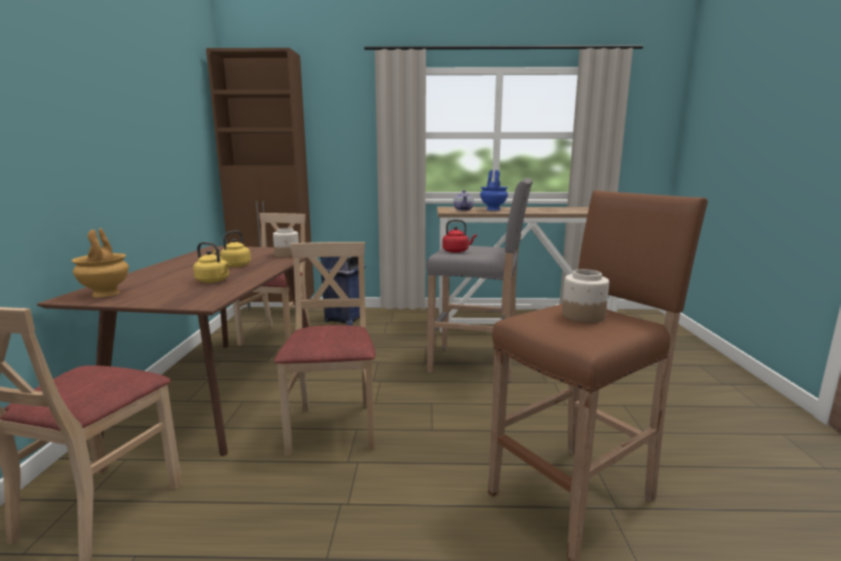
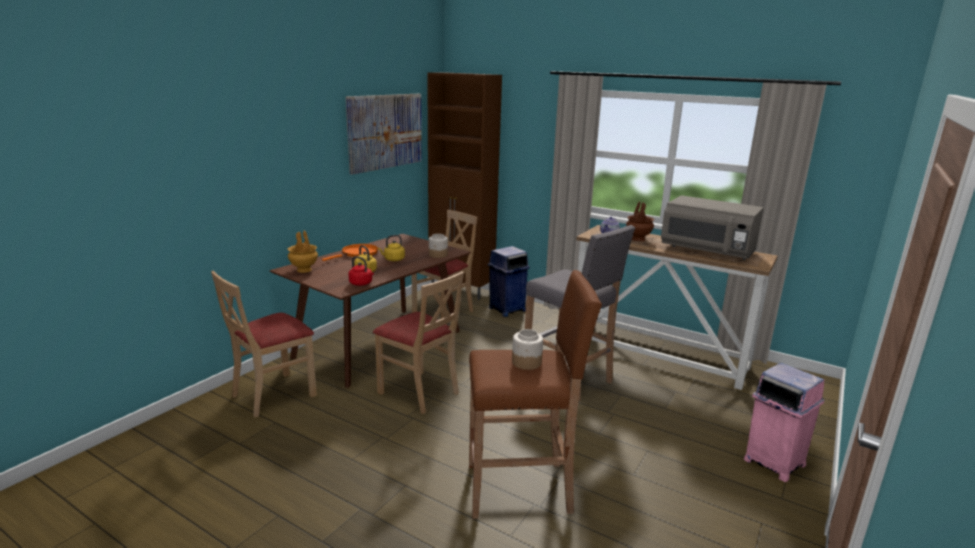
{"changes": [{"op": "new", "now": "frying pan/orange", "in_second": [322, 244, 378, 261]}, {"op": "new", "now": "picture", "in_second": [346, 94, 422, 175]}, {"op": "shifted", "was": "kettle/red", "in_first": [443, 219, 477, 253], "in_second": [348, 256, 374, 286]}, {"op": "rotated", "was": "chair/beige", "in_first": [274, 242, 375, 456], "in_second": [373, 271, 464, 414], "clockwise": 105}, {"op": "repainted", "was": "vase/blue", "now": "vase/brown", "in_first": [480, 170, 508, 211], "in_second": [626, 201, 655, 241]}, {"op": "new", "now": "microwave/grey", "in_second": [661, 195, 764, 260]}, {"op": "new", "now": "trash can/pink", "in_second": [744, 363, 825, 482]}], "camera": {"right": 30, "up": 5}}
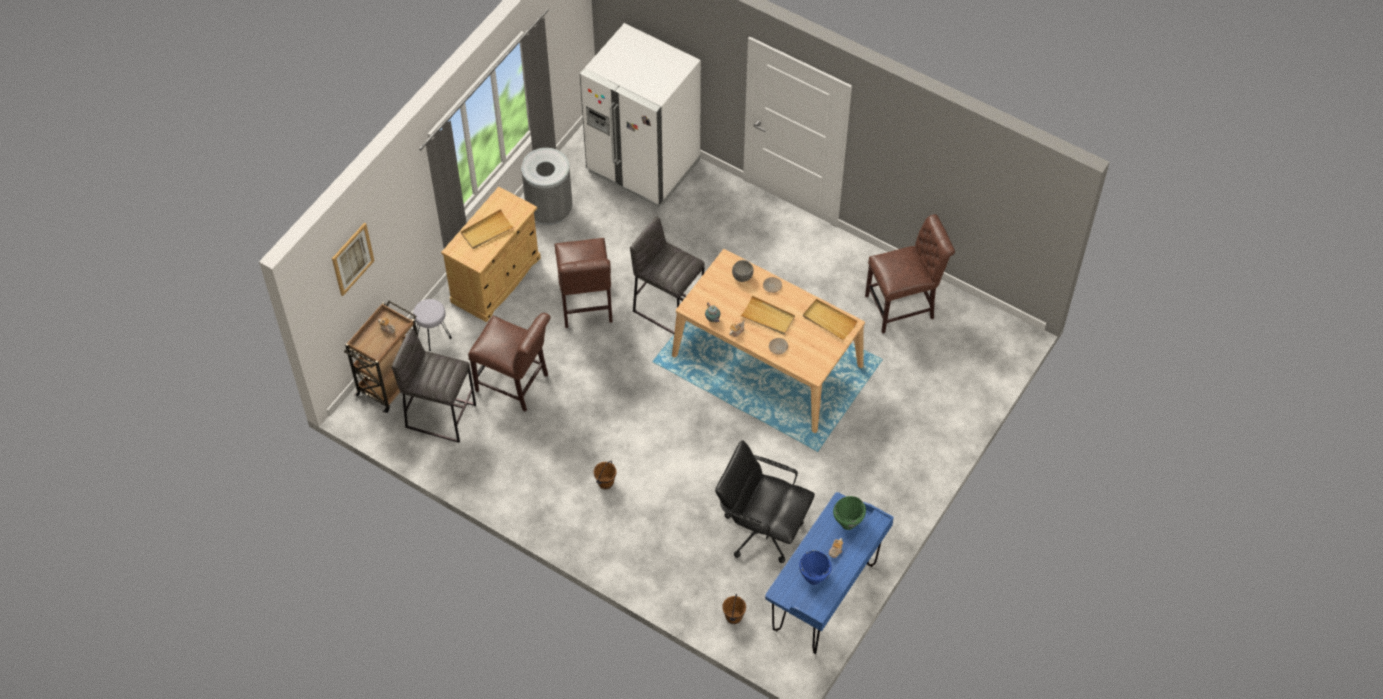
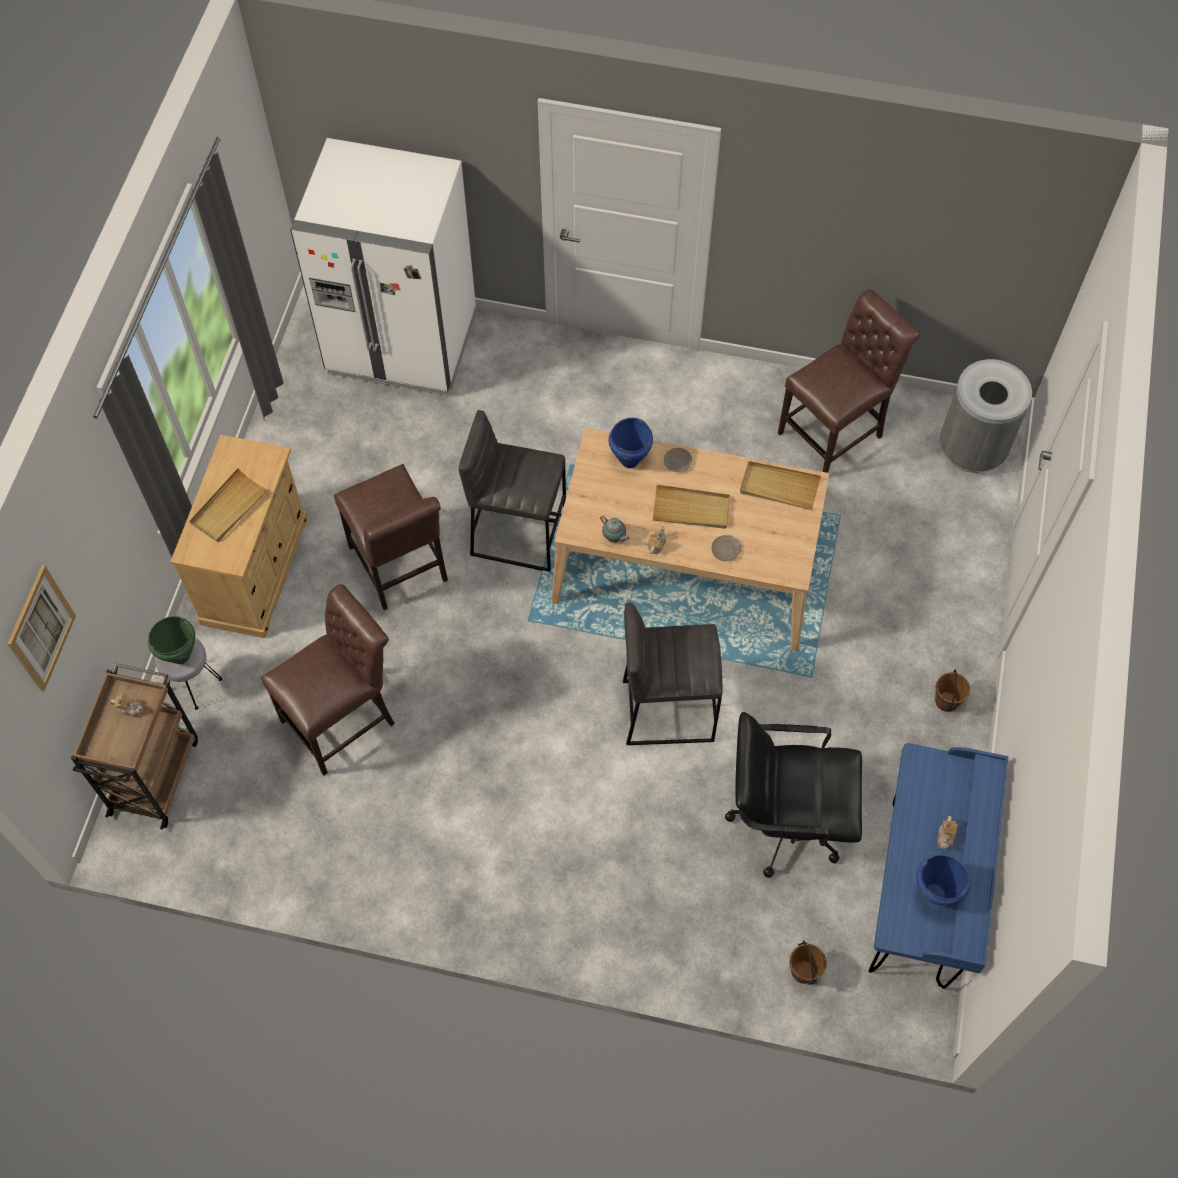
{"changes": [{"op": "shifted", "was": "cooking pot/green", "in_first": [833, 496, 866, 530], "in_second": [148, 616, 195, 664]}, {"op": "rotated", "was": "chair/brown", "in_first": [468, 313, 550, 412], "in_second": [261, 584, 395, 776], "clockwise": -45}, {"op": "swapped", "was": "bowl/grey", "now": "cooking pot/blue", "in_first": [732, 260, 754, 282], "in_second": [609, 418, 653, 468]}, {"op": "shifted", "was": "stool/grey", "in_first": [392, 328, 476, 443], "in_second": [623, 603, 722, 745]}, {"op": "shifted", "was": "bucket/brown", "in_first": [594, 461, 617, 489], "in_second": [935, 669, 970, 712]}, {"op": "shifted", "was": "trash can/grey", "in_first": [521, 148, 572, 225], "in_second": [940, 359, 1032, 473]}], "camera": {"right": -20, "up": 5}}
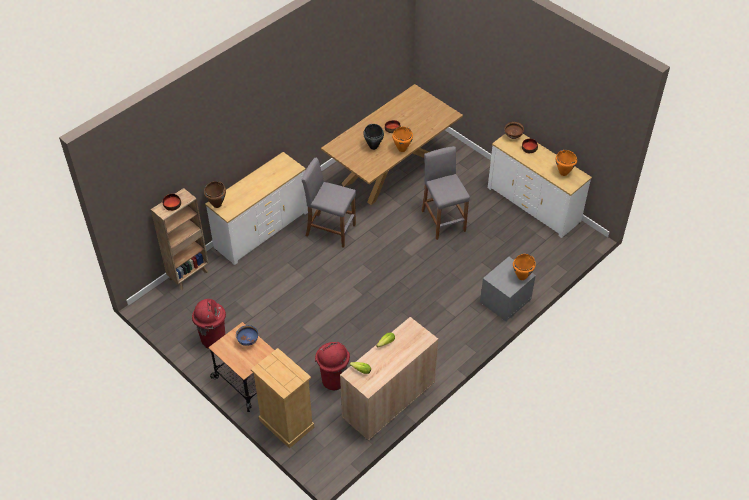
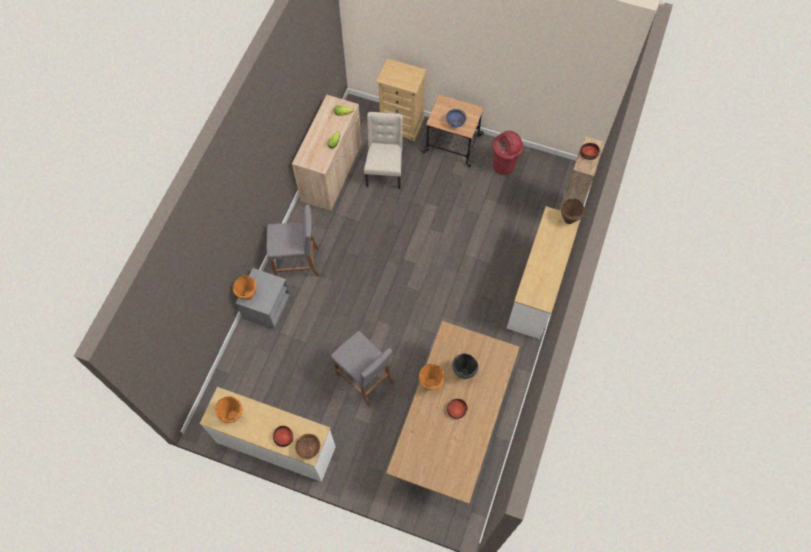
{"changes": [{"op": "shifted", "was": "stool/grey", "in_first": [302, 158, 356, 248], "in_second": [267, 204, 320, 277]}, {"op": "swapped", "was": "trash can/red", "now": "chair/beige", "in_first": [315, 342, 350, 390], "in_second": [364, 112, 403, 189]}], "camera": {"right": 155, "up": 15}}
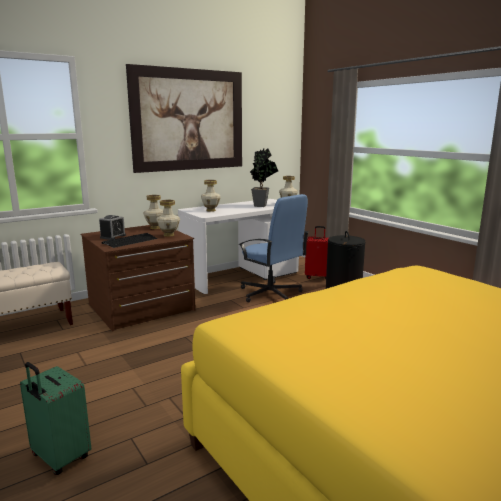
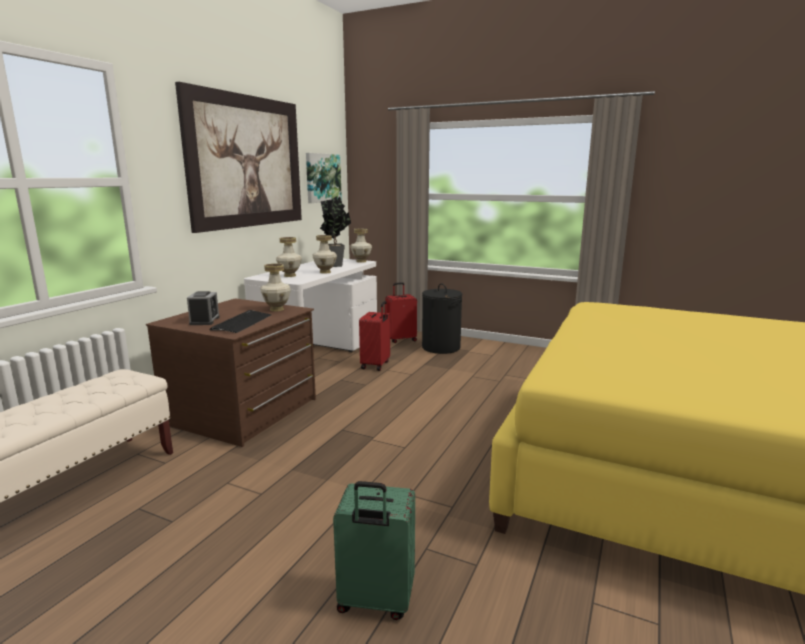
{"changes": [{"op": "new", "now": "picture", "in_second": [306, 153, 342, 203]}, {"op": "shifted", "was": "vase", "in_first": [144, 195, 163, 229], "in_second": [313, 235, 337, 273]}, {"op": "swapped", "was": "office chair/blue", "now": "suitcase/red", "in_first": [239, 194, 308, 302], "in_second": [359, 301, 390, 371]}], "camera": {"right": -30, "up": 0}}
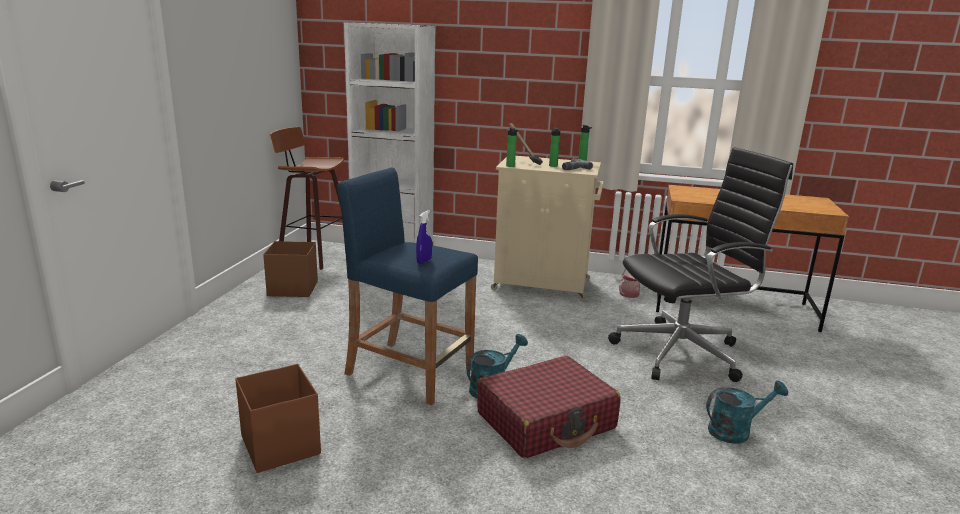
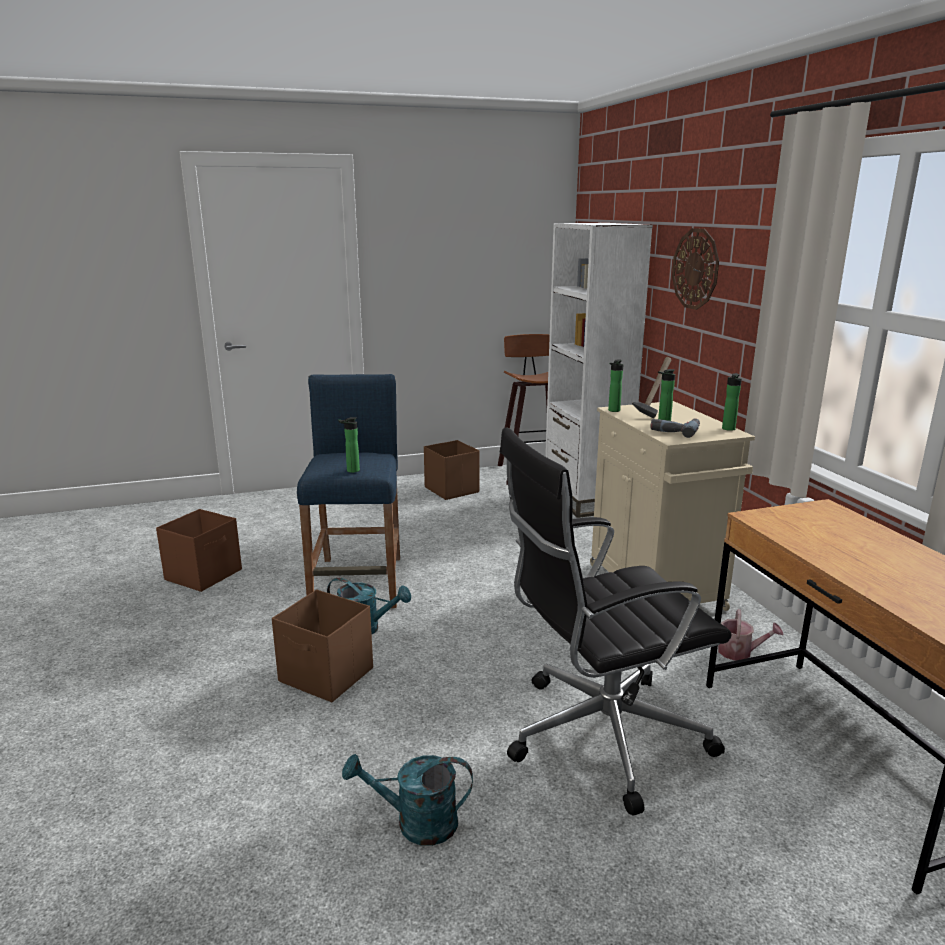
{"changes": [{"op": "swapped", "was": "suitcase/red", "now": "storage box/brown", "in_first": [477, 356, 621, 458], "in_second": [272, 590, 373, 702]}, {"op": "new", "now": "bottle", "in_second": [338, 417, 360, 473]}, {"op": "rotated", "was": "watering can/turquoise", "in_first": [706, 380, 788, 444], "in_second": [342, 754, 473, 846], "clockwise": 135}, {"op": "rotated", "was": "office chair/black", "in_first": [608, 147, 793, 382], "in_second": [500, 427, 731, 816], "clockwise": 120}, {"op": "new", "now": "wall clock", "in_second": [672, 228, 719, 310]}, {"op": "gone", "was": "spray bottle/blue", "in_first": [416, 210, 432, 264]}], "camera": {"right": 60, "up": 0}}
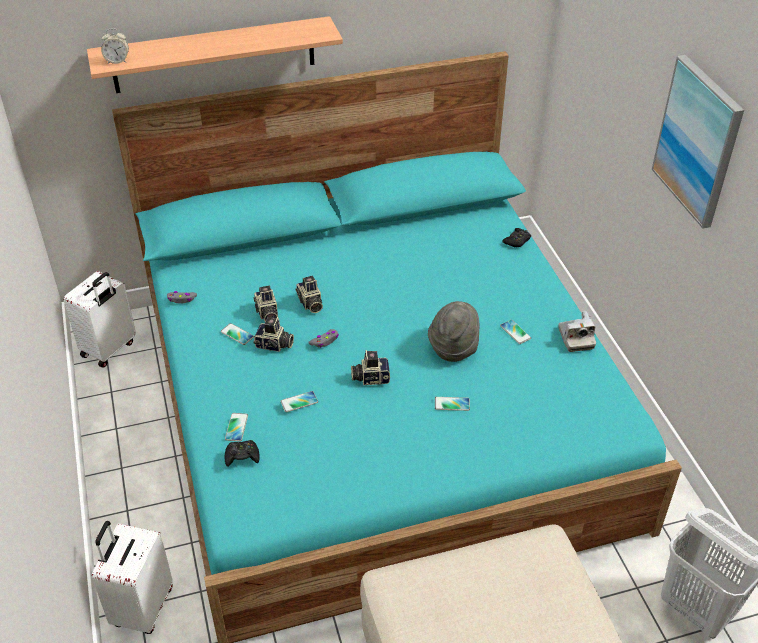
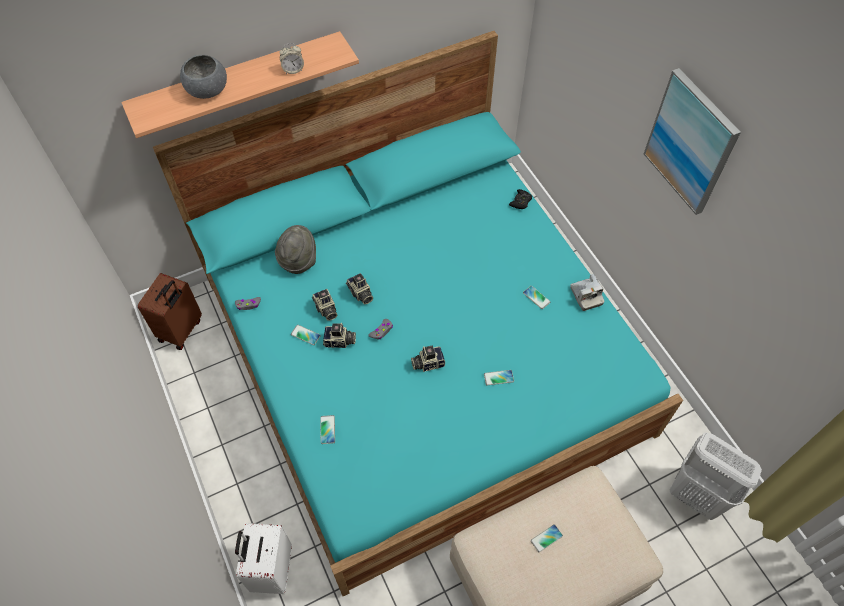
{"changes": [{"op": "repainted", "was": "suitcase/white", "now": "suitcase/brown", "in_first": [64, 271, 136, 368], "in_second": [138, 273, 202, 350]}, {"op": "new", "now": "bowl/grey", "in_second": [180, 55, 227, 99]}, {"op": "shifted", "was": "hat/grey", "in_first": [428, 301, 479, 362], "in_second": [275, 225, 316, 274]}, {"op": "shifted", "was": "alarm clock", "in_first": [101, 28, 129, 64], "in_second": [279, 43, 304, 74]}, {"op": "shifted", "was": "phone", "in_first": [280, 391, 318, 412], "in_second": [530, 524, 563, 552]}, {"op": "gone", "was": "game controller/black", "in_first": [225, 440, 260, 467]}], "camera": {"right": -10, "up": 15}}
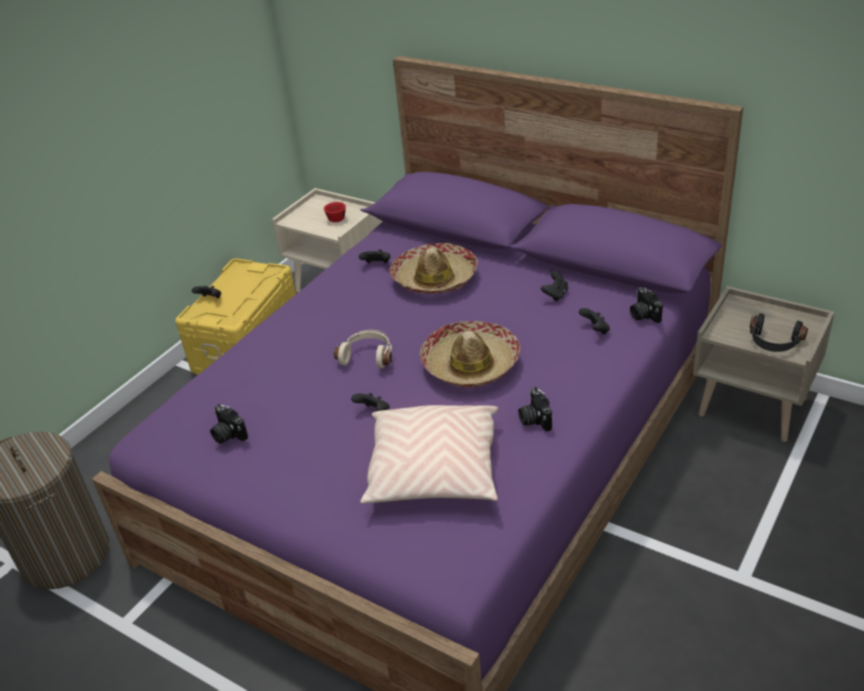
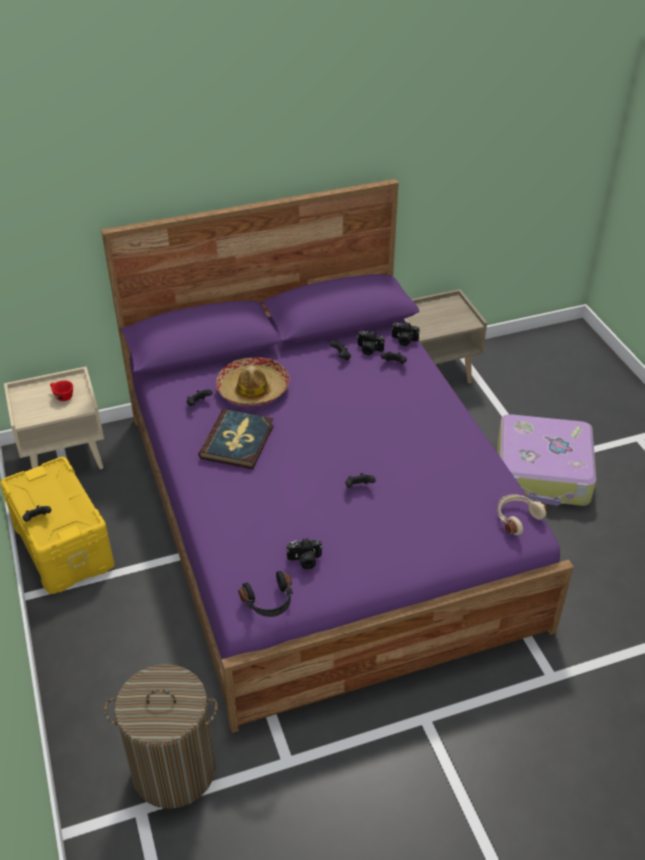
{"changes": [{"op": "new", "now": "book", "in_second": [199, 409, 274, 469]}, {"op": "shifted", "was": "headphones/black", "in_first": [750, 313, 808, 352], "in_second": [238, 571, 293, 617]}, {"op": "shifted", "was": "photo camera", "in_first": [519, 387, 552, 431], "in_second": [357, 331, 385, 355]}, {"op": "new", "now": "suitcase", "in_second": [497, 415, 596, 506]}, {"op": "shifted", "was": "headphones/beige", "in_first": [334, 330, 392, 368], "in_second": [497, 494, 547, 535]}, {"op": "gone", "was": "pillow/beige", "in_first": [360, 405, 498, 503]}, {"op": "gone", "was": "hat", "in_first": [420, 321, 520, 387]}], "camera": {"right": -55, "up": 5}}
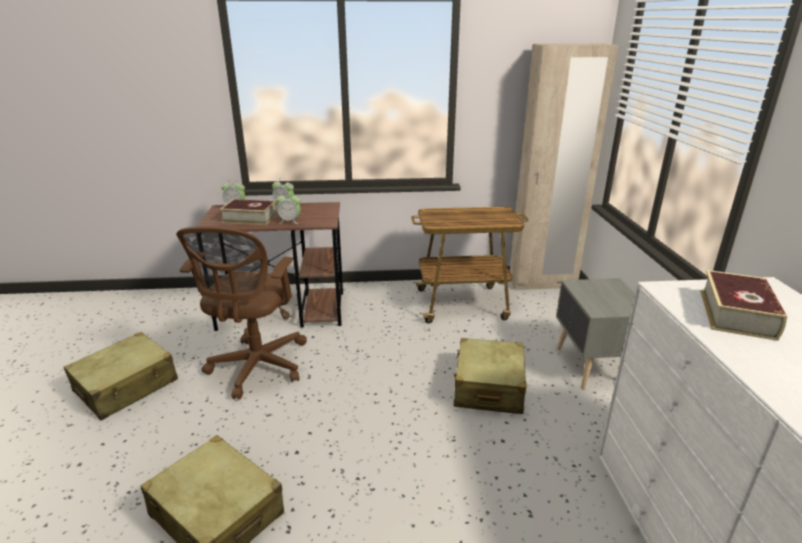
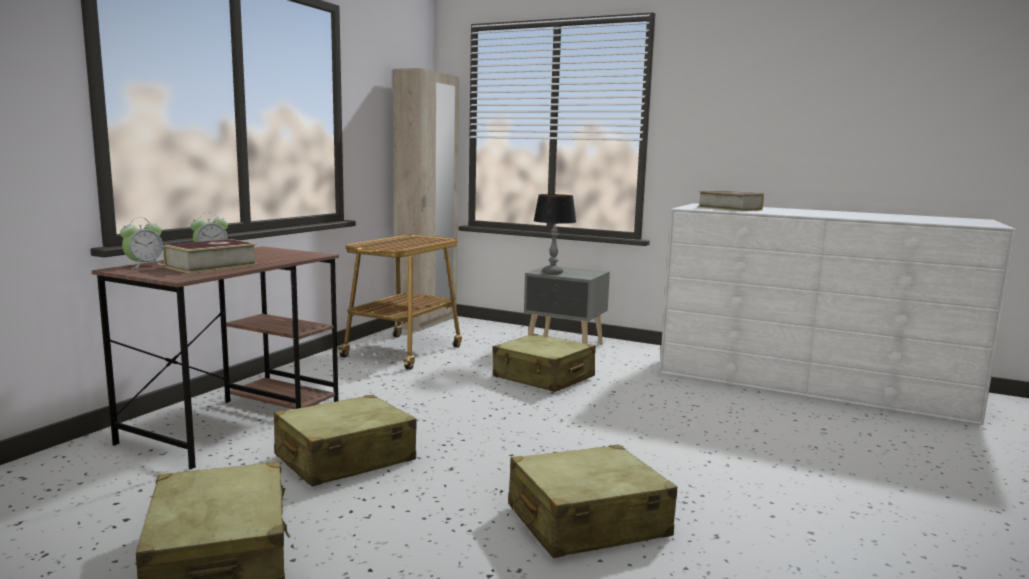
{"changes": [{"op": "swapped", "was": "office chair/brown", "now": "suitcase/beige", "in_first": [176, 227, 307, 399], "in_second": [274, 395, 416, 487]}, {"op": "new", "now": "table lamp", "in_second": [533, 194, 576, 274]}, {"op": "gone", "was": "alarm clock", "in_first": [276, 193, 301, 224]}], "camera": {"right": -60, "up": -15}}
